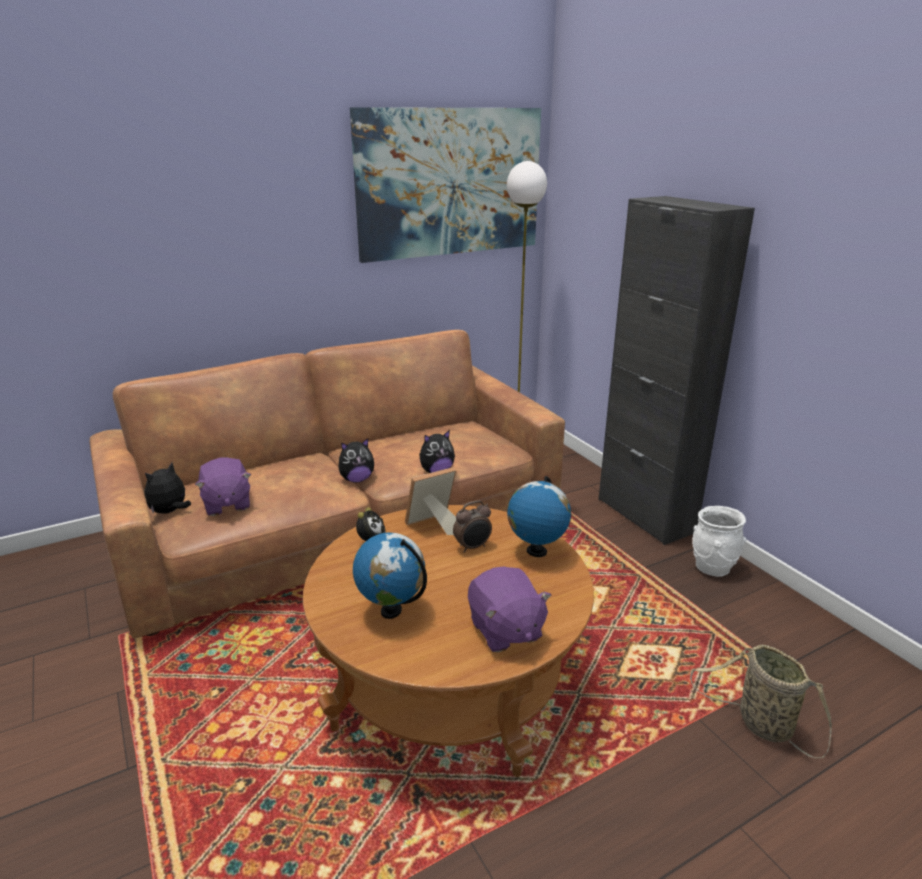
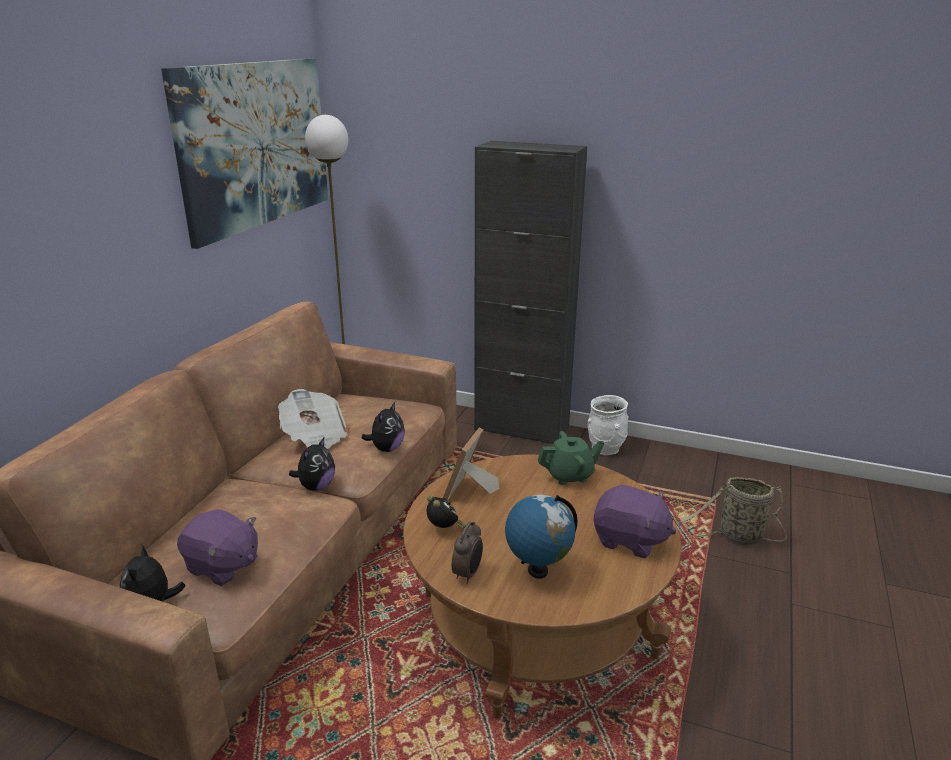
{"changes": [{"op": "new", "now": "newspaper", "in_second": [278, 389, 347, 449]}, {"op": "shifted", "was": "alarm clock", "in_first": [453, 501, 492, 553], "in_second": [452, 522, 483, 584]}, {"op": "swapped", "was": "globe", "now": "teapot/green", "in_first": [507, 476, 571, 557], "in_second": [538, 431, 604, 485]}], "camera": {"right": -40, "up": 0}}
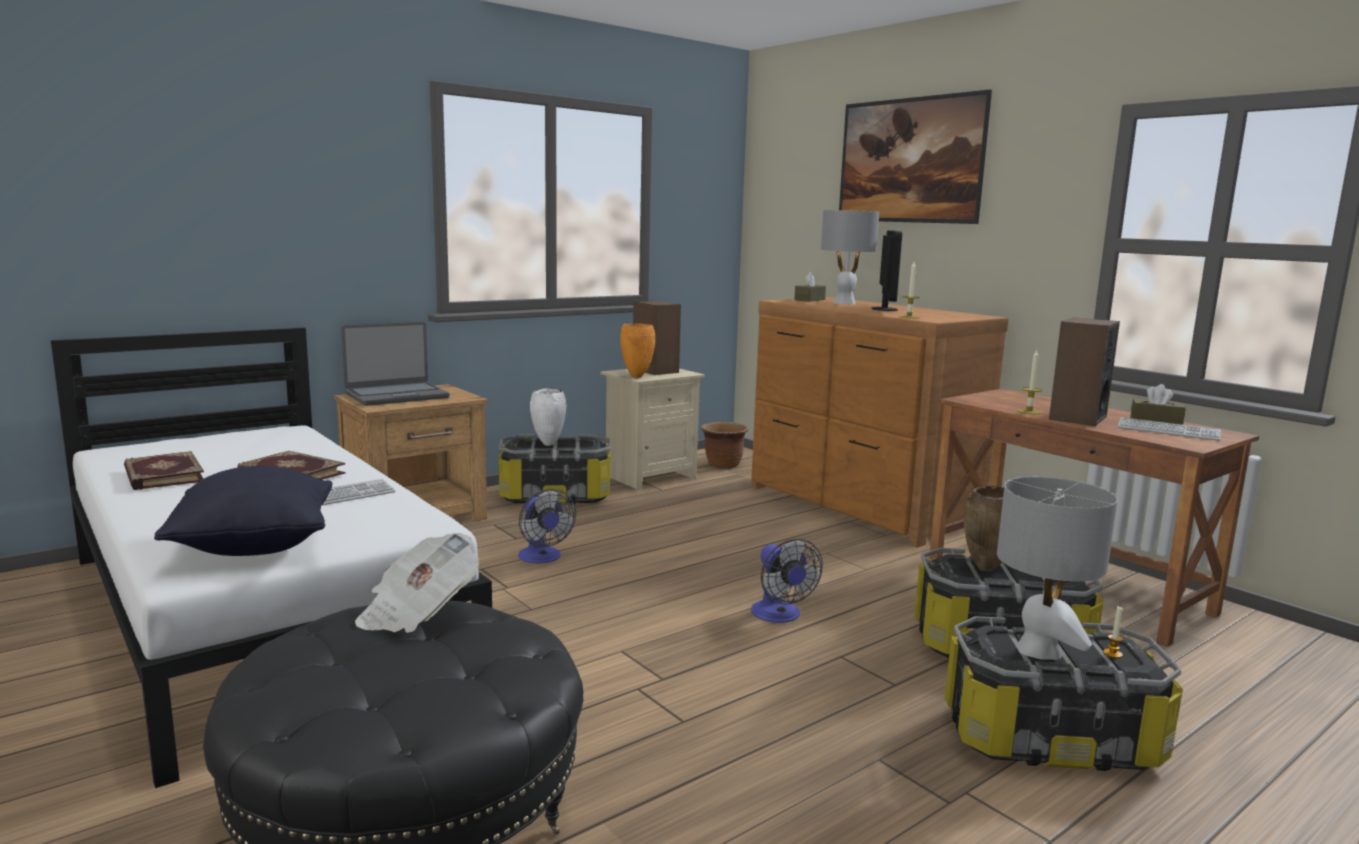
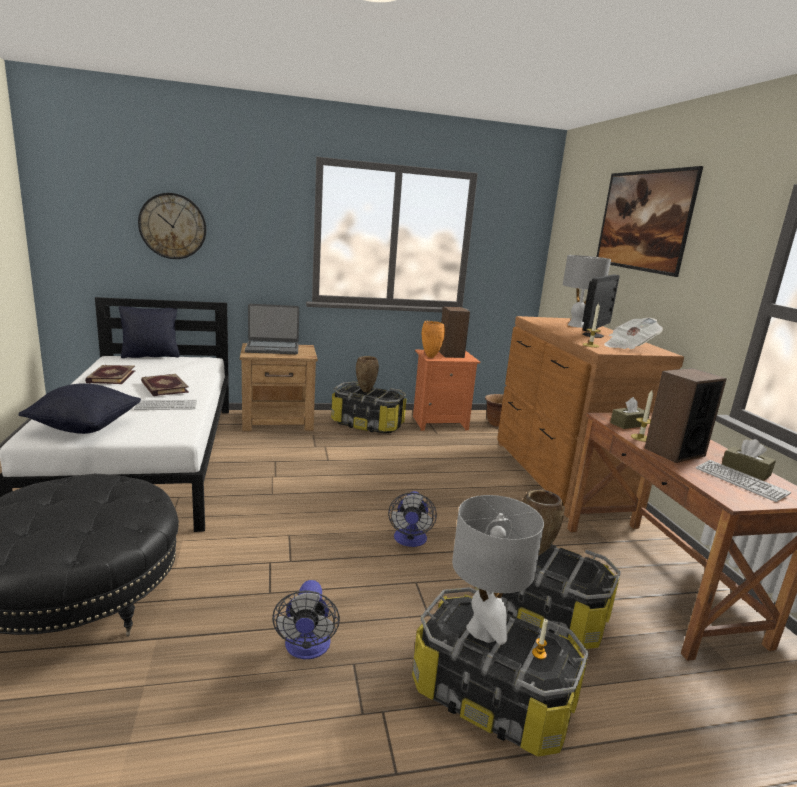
{"changes": [{"op": "new", "now": "pillow/black", "in_second": [119, 306, 180, 358]}, {"op": "new", "now": "wall clock", "in_second": [138, 193, 206, 259]}, {"op": "shifted", "was": "fan", "in_first": [518, 489, 576, 564], "in_second": [272, 580, 340, 659]}, {"op": "repainted", "was": "vase/white", "now": "vase/brown", "in_first": [530, 389, 566, 446], "in_second": [356, 356, 379, 392]}, {"op": "repainted", "was": "nightstand/beige", "now": "nightstand/orange", "in_first": [600, 369, 705, 490], "in_second": [413, 350, 480, 431]}, {"op": "shifted", "was": "newspaper", "in_first": [355, 533, 479, 633], "in_second": [604, 318, 663, 349]}, {"op": "shifted", "was": "tissue box/brown", "in_first": [794, 272, 826, 302], "in_second": [610, 397, 650, 429]}], "camera": {"right": 25, "up": 5}}
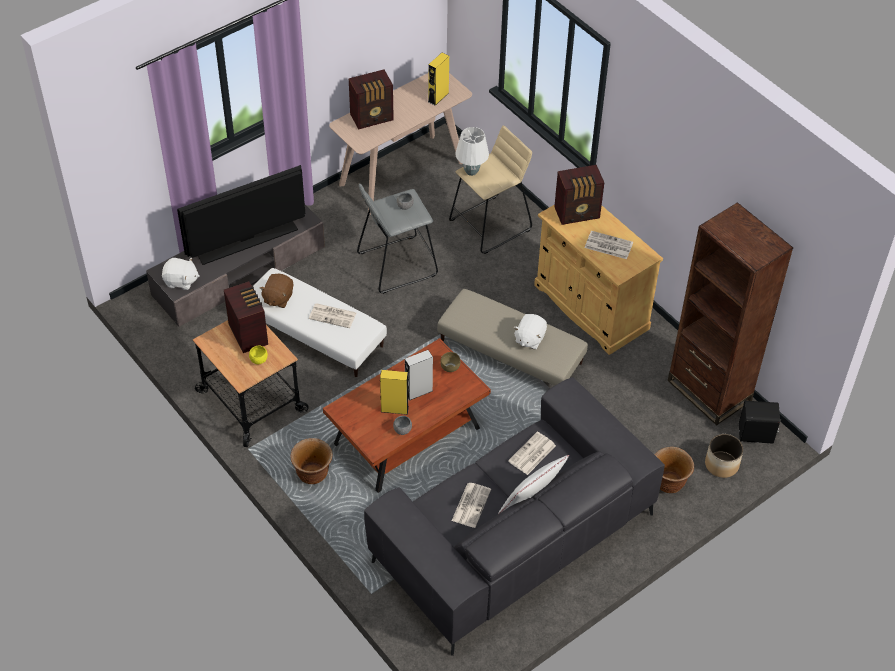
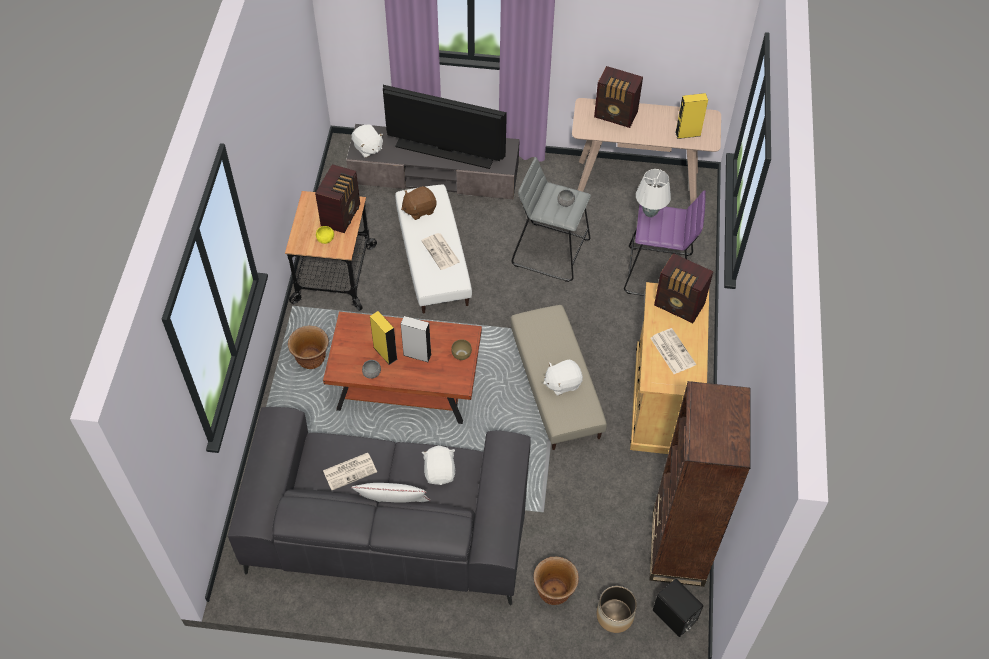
{"changes": [{"op": "swapped", "was": "newspaper", "now": "plush toy/white", "in_first": [508, 432, 556, 475], "in_second": [422, 446, 455, 485]}, {"op": "repainted", "was": "stool/beige", "now": "stool/purple", "in_first": [449, 125, 532, 254], "in_second": [624, 190, 706, 296]}], "camera": {"right": 45, "up": 5}}
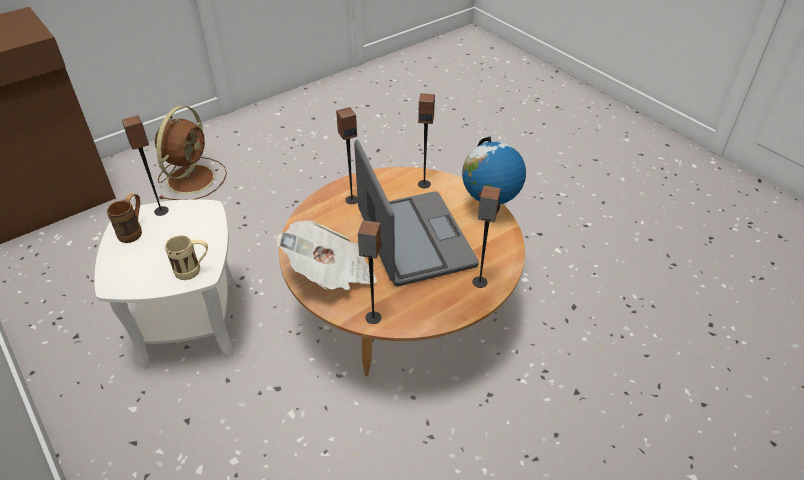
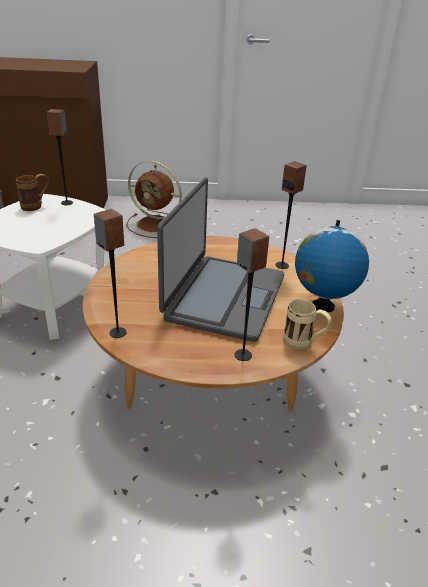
{"changes": [{"op": "rotated", "was": "fan/brown", "in_first": [155, 106, 227, 200], "in_second": [126, 160, 182, 238], "clockwise": 60}, {"op": "shifted", "was": "mug/beige", "in_first": [165, 235, 208, 280], "in_second": [284, 299, 332, 350]}, {"op": "gone", "was": "newspaper", "in_first": [276, 220, 377, 290]}, {"op": "gone", "was": "speaker", "in_first": [336, 107, 358, 204]}], "camera": {"right": 35, "up": -10}}
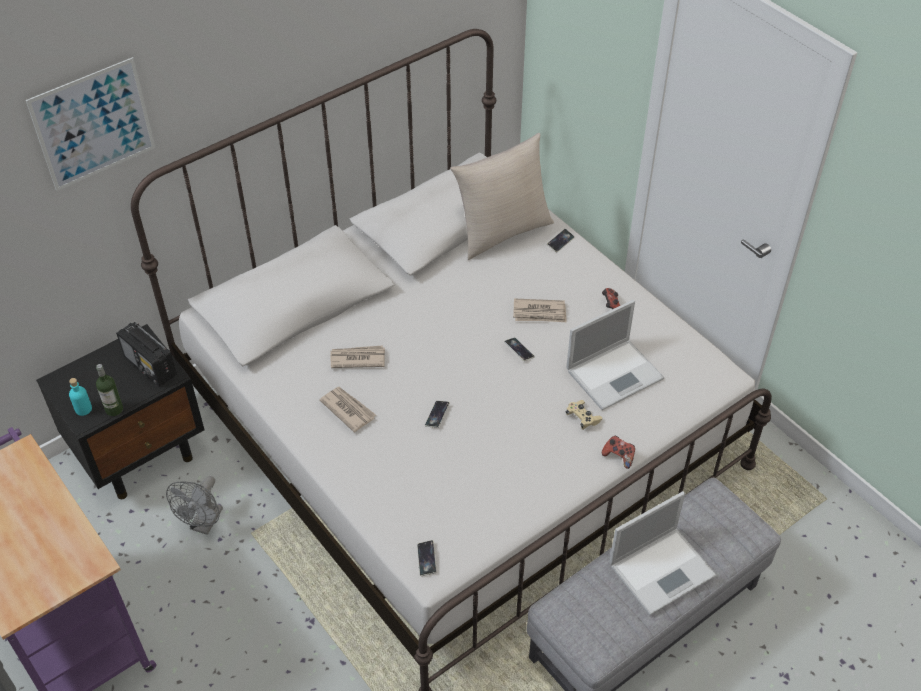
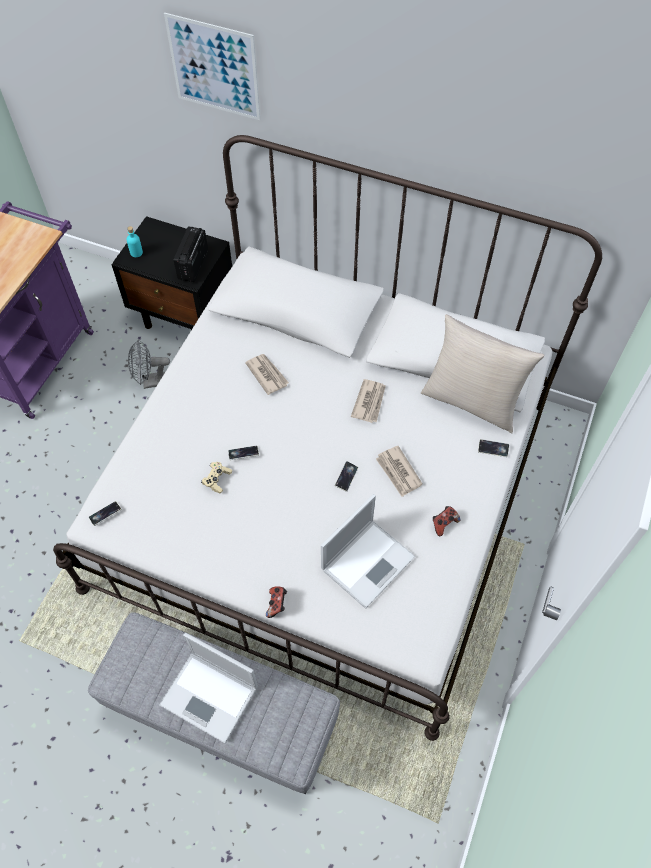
{"changes": [{"op": "shifted", "was": "game controller/beige", "in_first": [566, 400, 602, 430], "in_second": [201, 462, 232, 493]}, {"op": "rotated", "was": "laptop", "in_first": [566, 300, 664, 410], "in_second": [321, 494, 415, 608], "clockwise": -75}, {"op": "shifted", "was": "newspaper", "in_first": [319, 387, 376, 432], "in_second": [351, 379, 386, 423]}, {"op": "gone", "was": "bottle", "in_first": [96, 364, 123, 416]}], "camera": {"right": 60, "up": 10}}
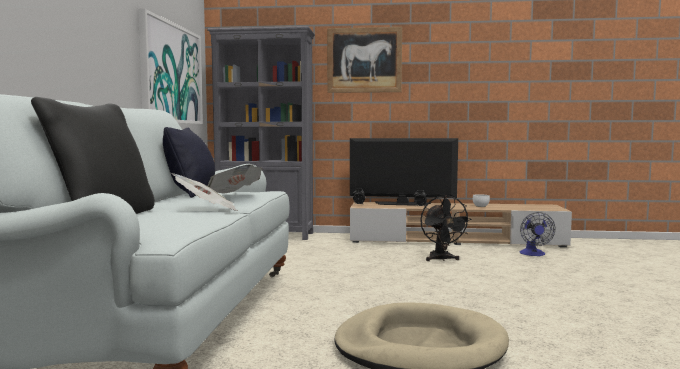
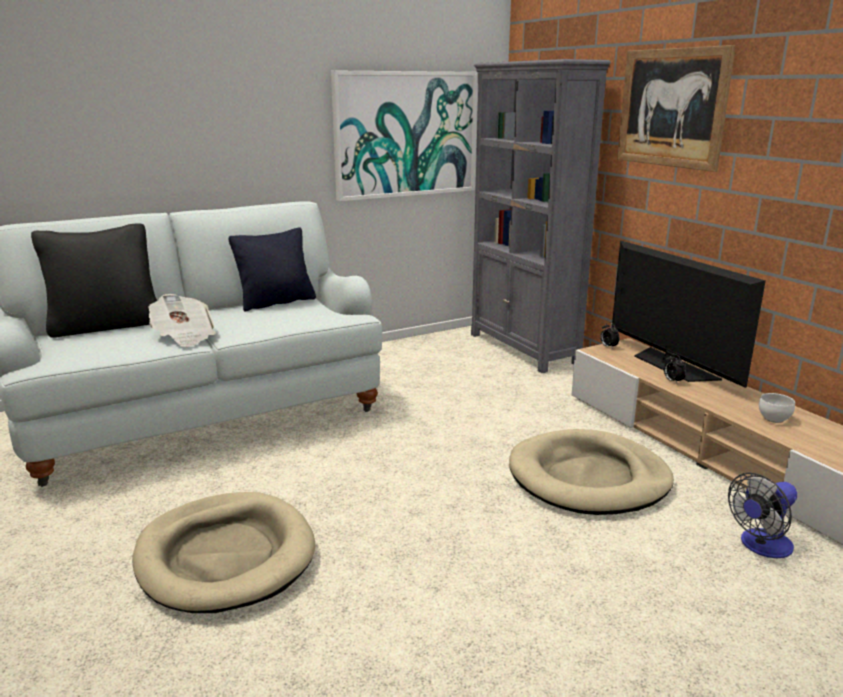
{"changes": [{"op": "swapped", "was": "fan/black", "now": "dog bed/beige", "in_first": [420, 195, 472, 261], "in_second": [509, 429, 674, 515]}, {"op": "gone", "was": "newspaper", "in_first": [207, 164, 262, 193]}], "camera": {"right": 55, "up": 15}}
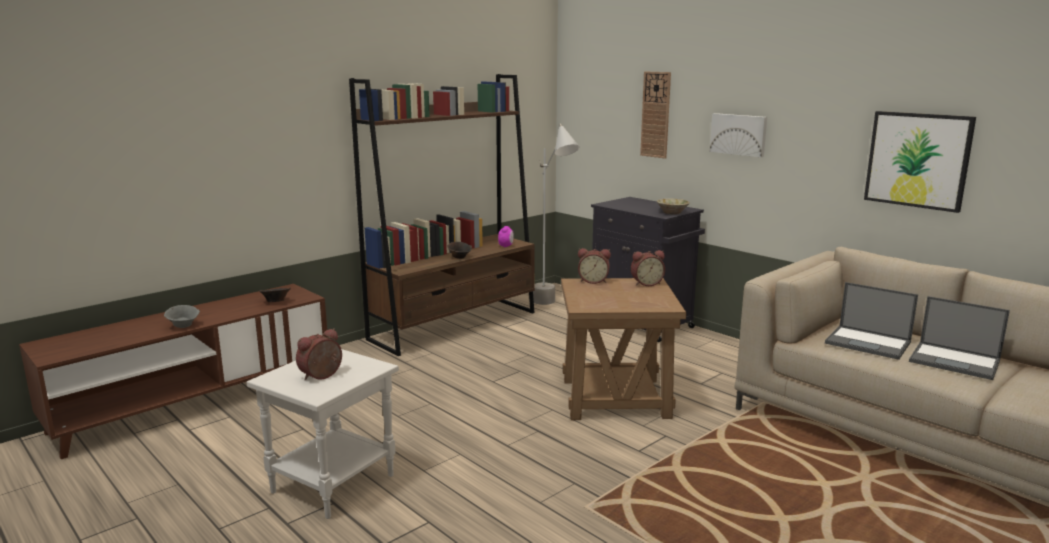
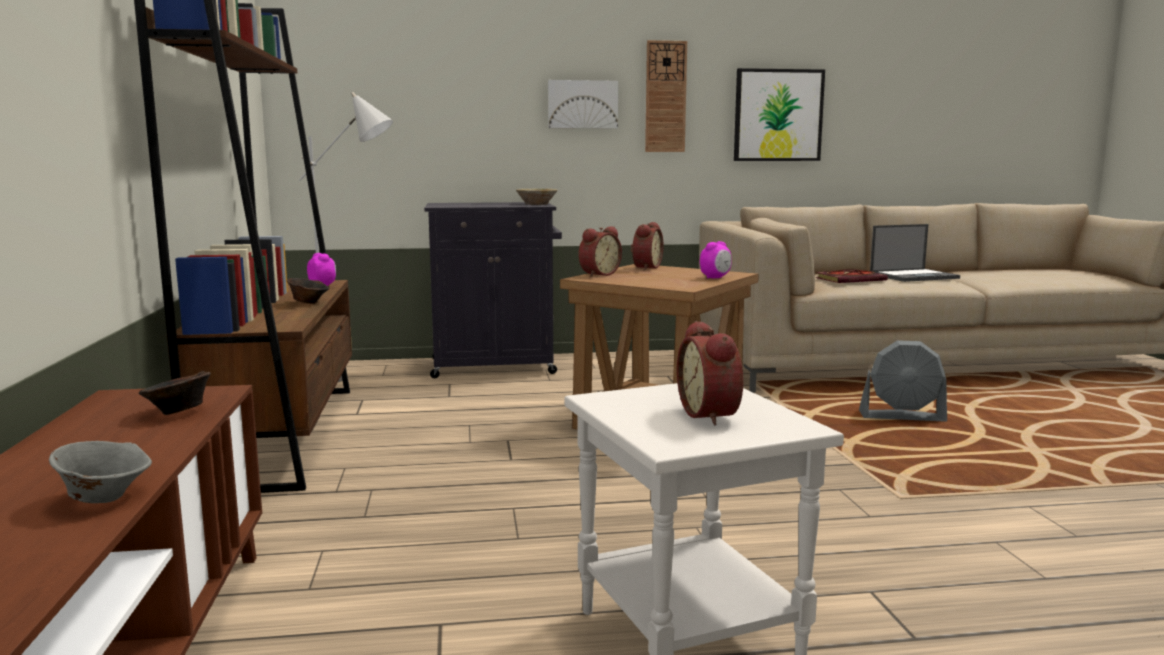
{"changes": [{"op": "shifted", "was": "wall clock", "in_first": [640, 72, 671, 158], "in_second": [645, 40, 687, 152]}, {"op": "new", "now": "alarm clock", "in_second": [700, 241, 732, 279]}, {"op": "swapped", "was": "laptop", "now": "book", "in_first": [825, 282, 918, 360], "in_second": [816, 269, 888, 283]}, {"op": "new", "now": "fan/grey", "in_second": [859, 340, 947, 422]}], "camera": {"right": -55, "up": -5}}
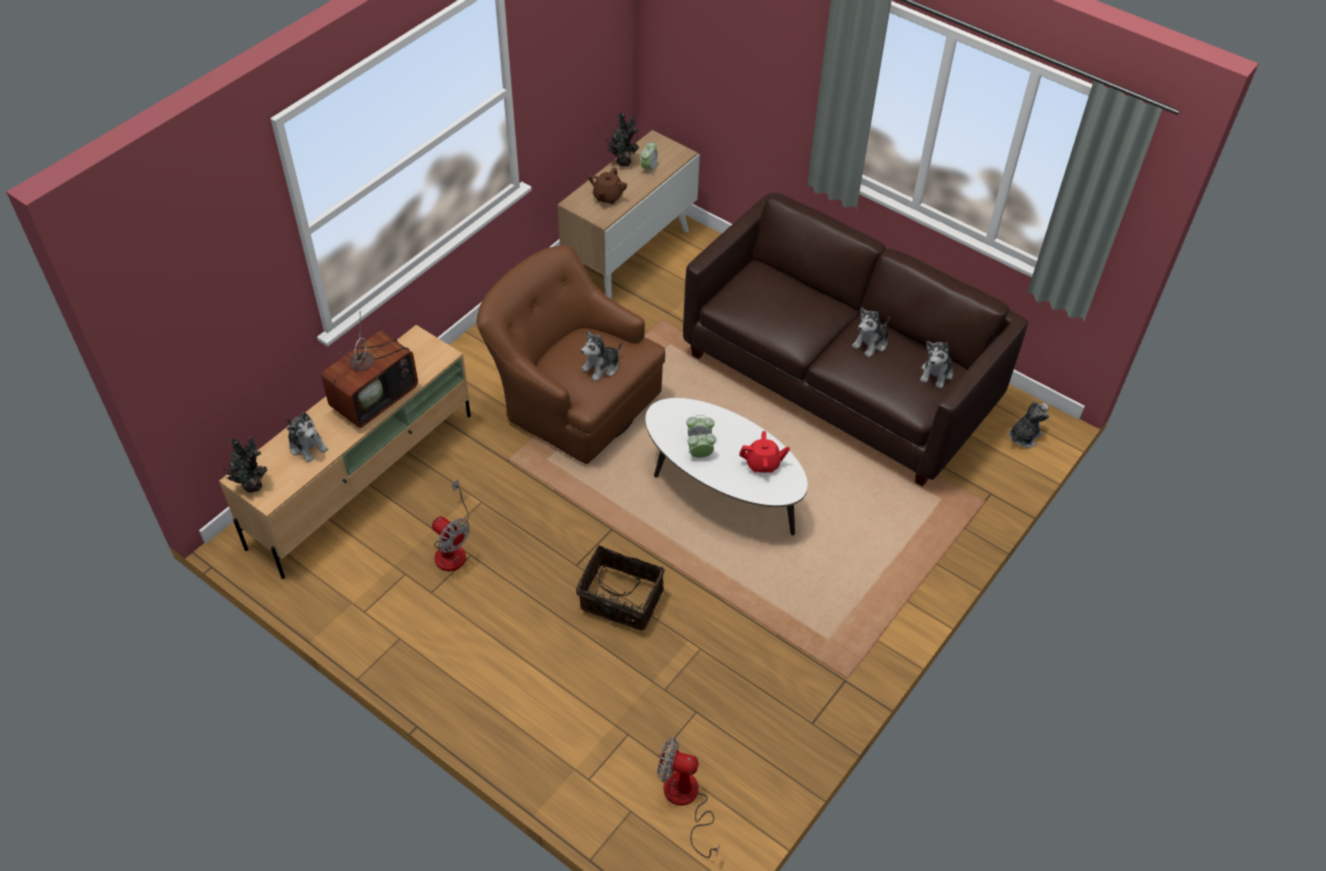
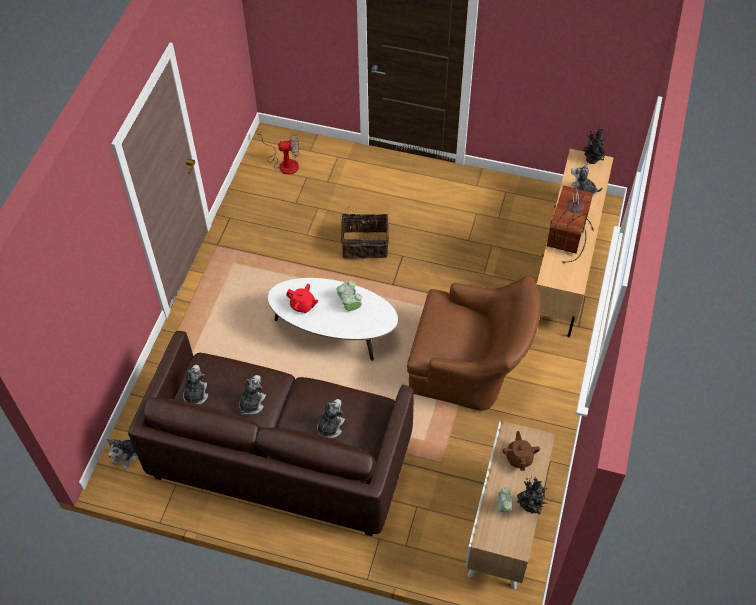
{"changes": [{"op": "rotated", "was": "teapot/red", "in_first": [740, 431, 790, 473], "in_second": [286, 284, 318, 313], "clockwise": -135}, {"op": "shifted", "was": "plush toy", "in_first": [581, 331, 622, 381], "in_second": [317, 399, 345, 438]}, {"op": "gone", "was": "fan", "in_first": [432, 480, 470, 571]}], "camera": {"right": 160, "up": 5}}
